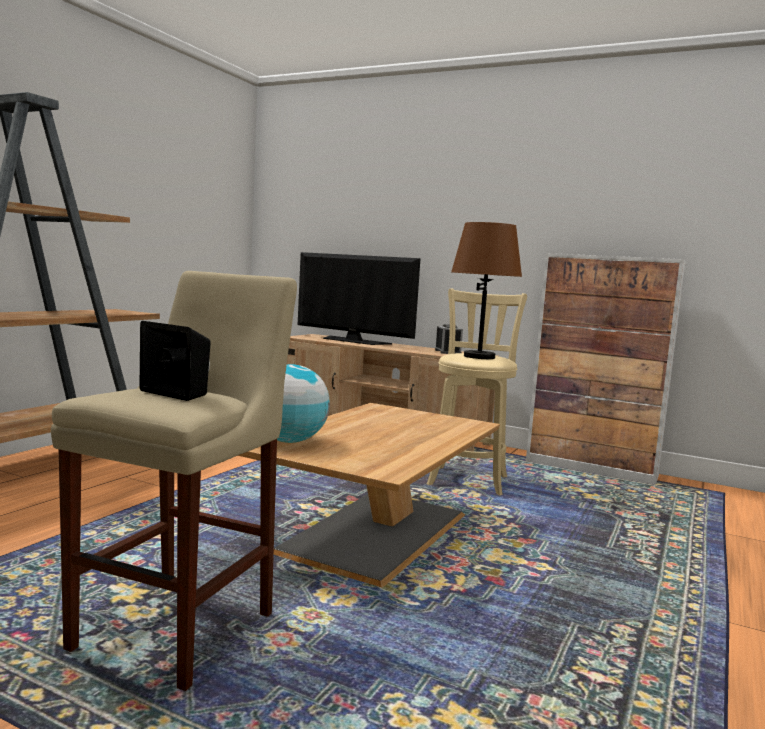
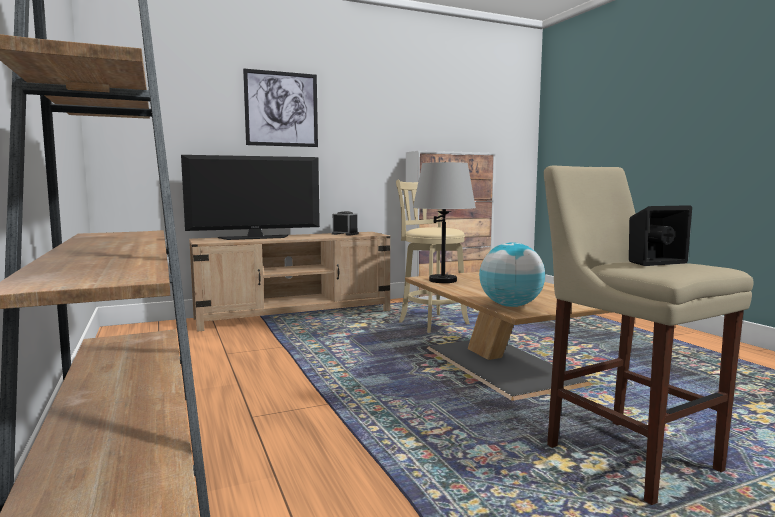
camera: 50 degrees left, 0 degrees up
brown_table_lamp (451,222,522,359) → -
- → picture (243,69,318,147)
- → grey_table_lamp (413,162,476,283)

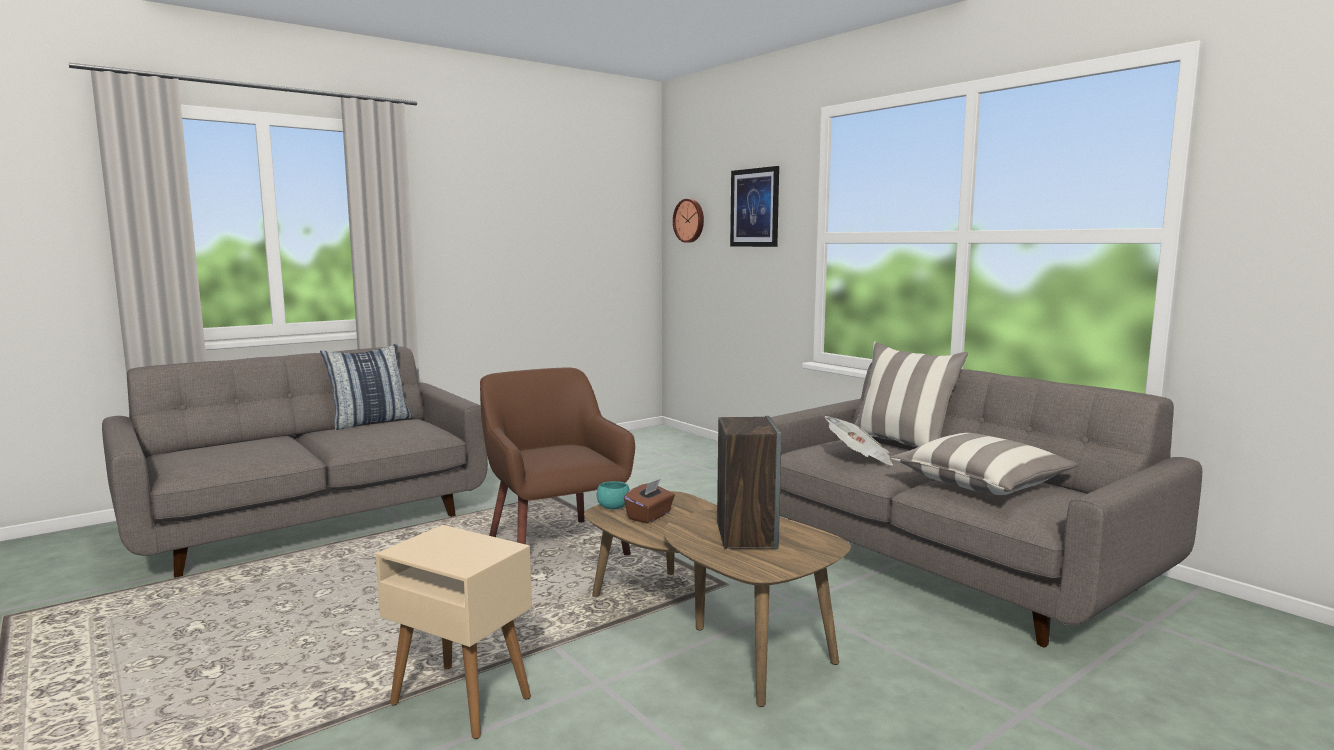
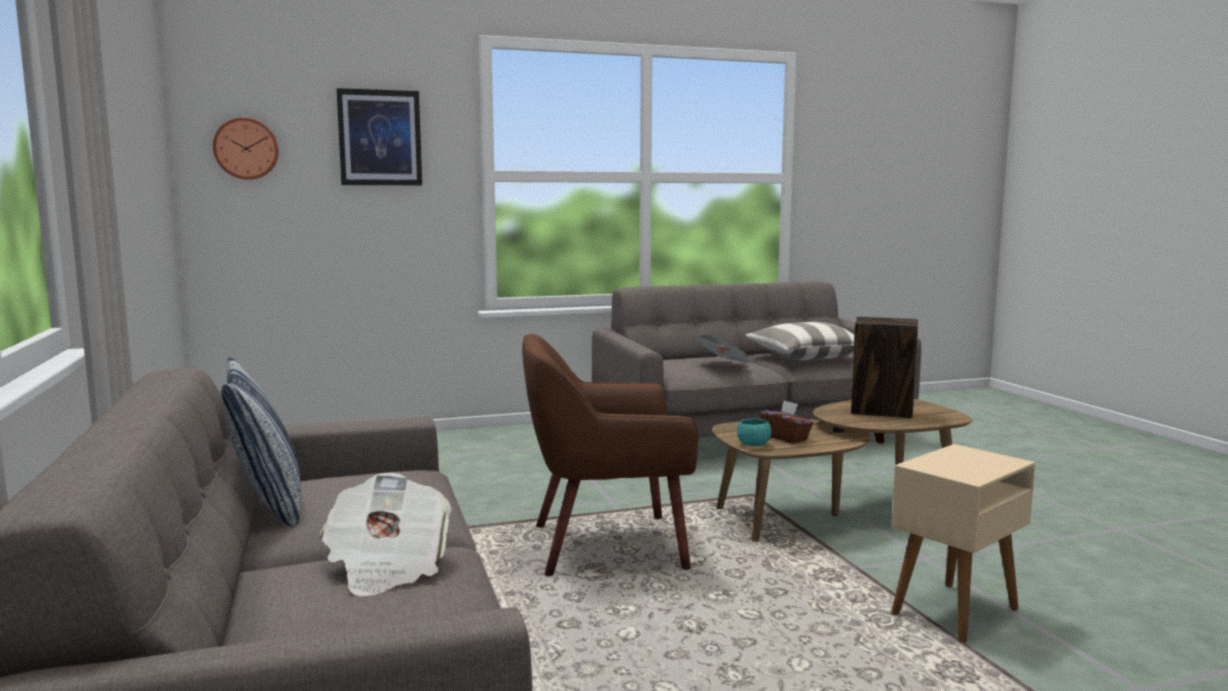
camera: 70 degrees left, 0 degrees up
pillow (855,342,968,447) → -
- → newspaper (320,473,452,597)

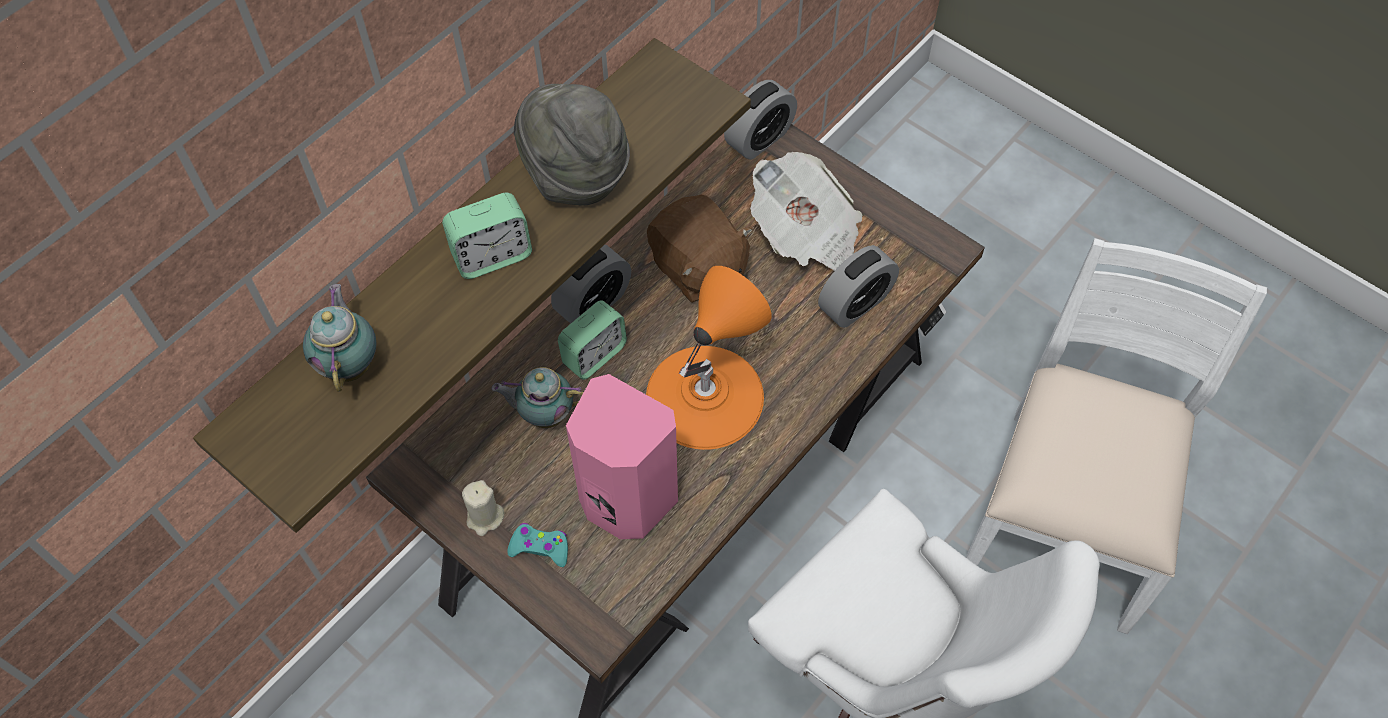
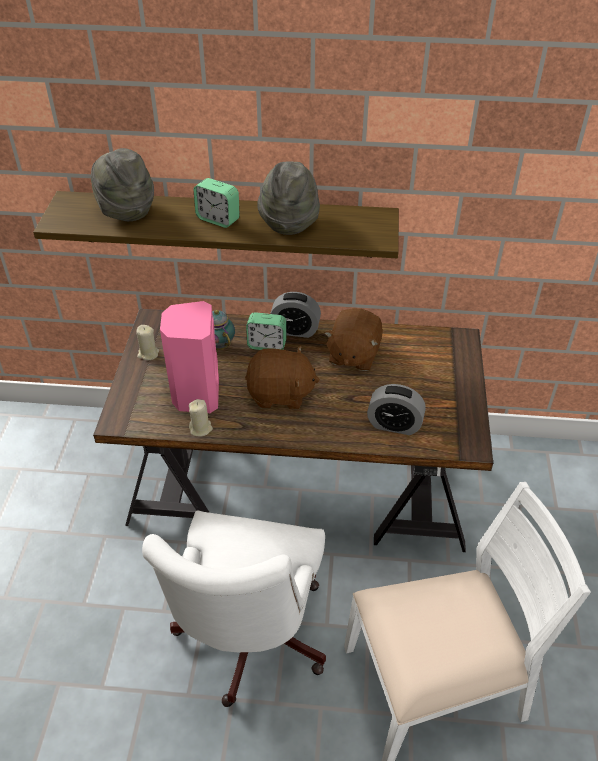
camera: 55 degrees right, 15 degrees down
teapot (303,284,377,392) → grey_hat (91,148,154,221)
turquoise_game_controller (507,523,568,567) → -
orange_table_lamp (646,266,772,450) → brown_plush_toy (245,346,320,409)
alarm_clock (724,80,797,160) → -
newspaper (750,152,863,271) → -
- → beige_candle (189,399,213,436)

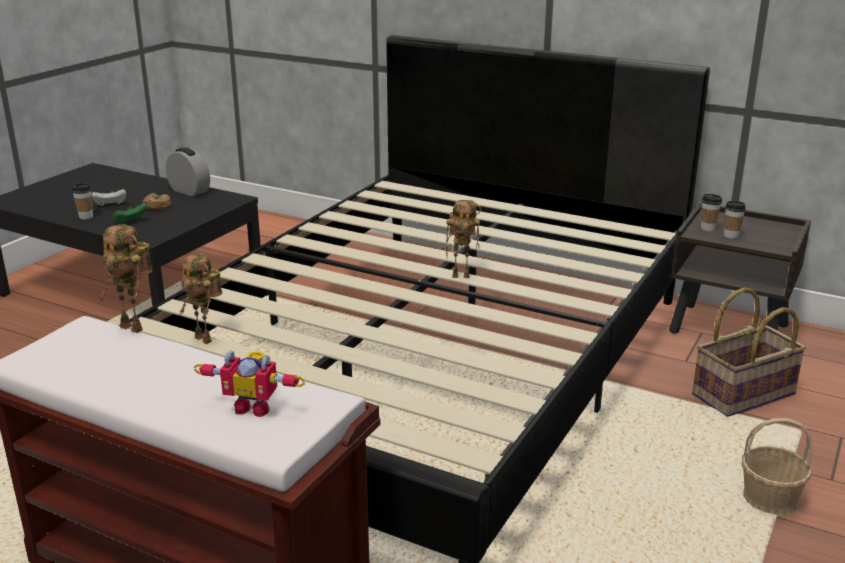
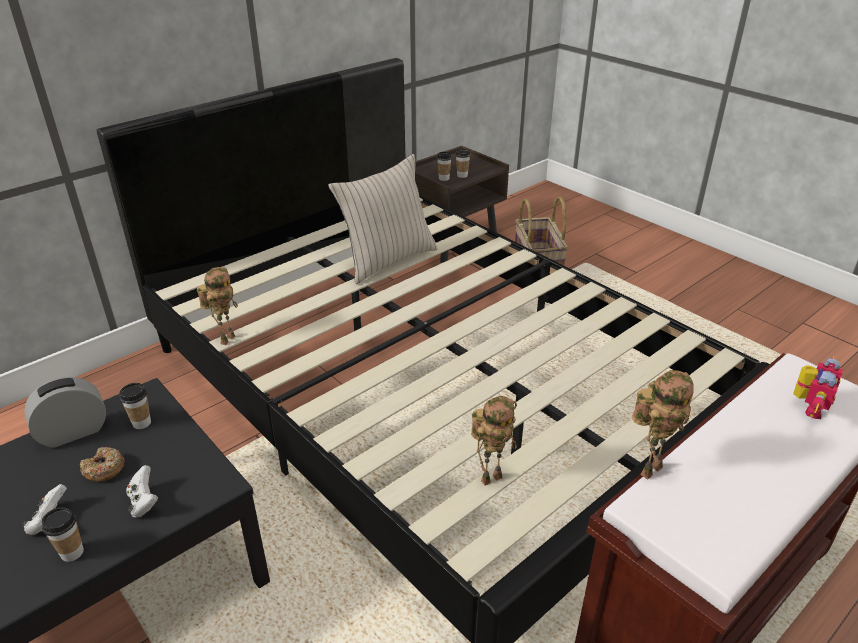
camera: 70 degrees left, 10 degrees up
green_game_controller (113,203,147,224) → white_game_controller (126,465,158,518)
toy_robot (446,200,481,278) → toy_robot (197,267,238,345), relocated
basket (742,418,812,517) → -
- → cup (120,383,151,429)
- → beige_pillow (328,154,438,284)

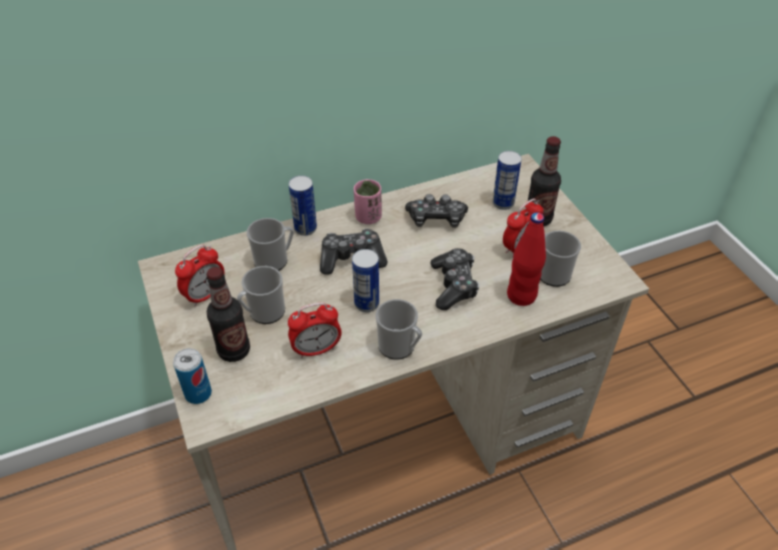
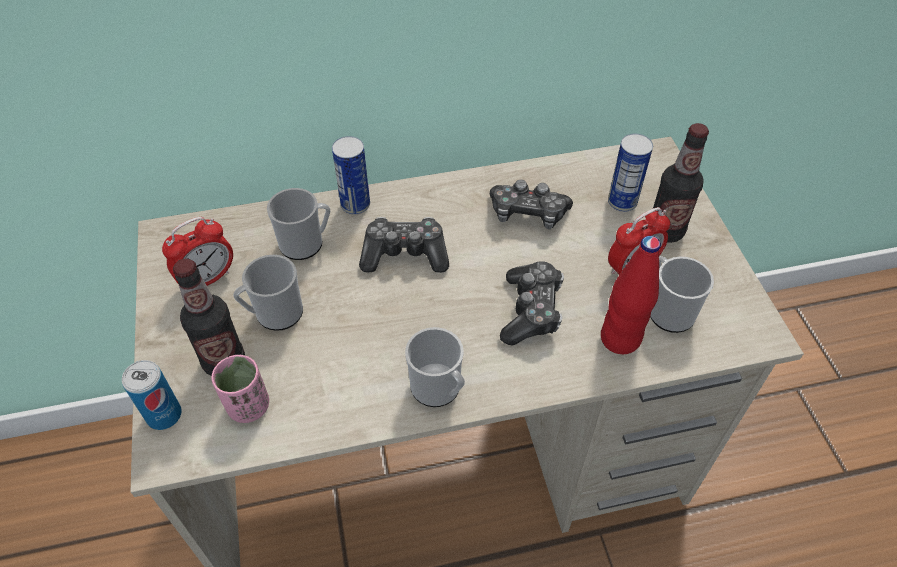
camera: 10 degrees right, 5 degrees up
alarm_clock (288,302,342,358) → -
can (352,249,379,312) → -
pink_cup (354,179,382,224) → pink_cup (211,355,269,423), relocated

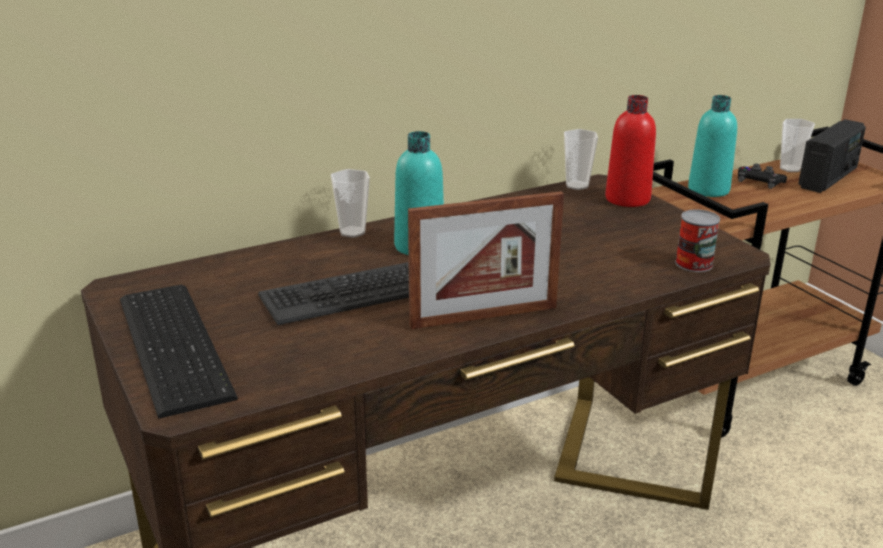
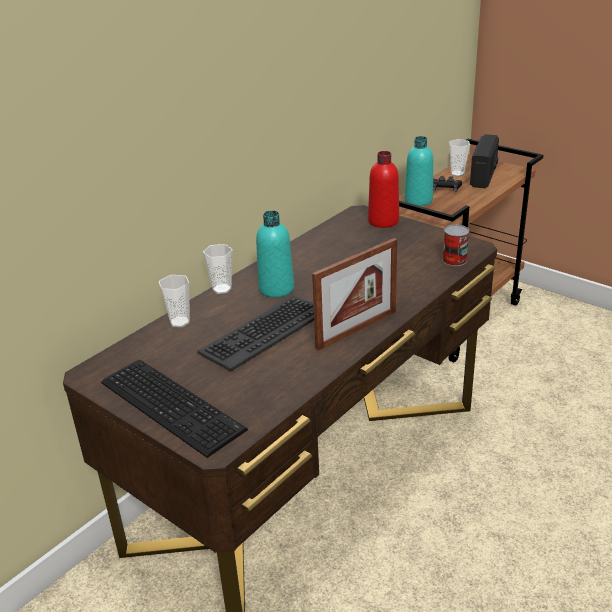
camera: 20 degrees left, 5 degrees up
cup (564,129,598,190) → cup (159,275,190,327), relocated

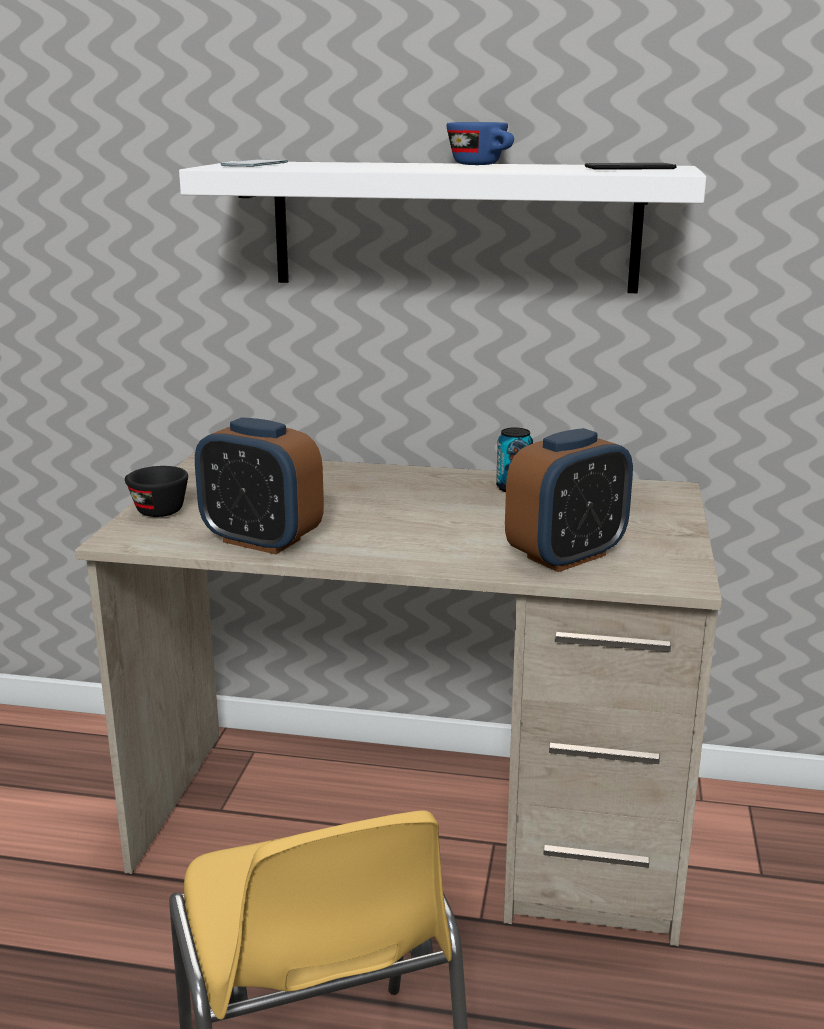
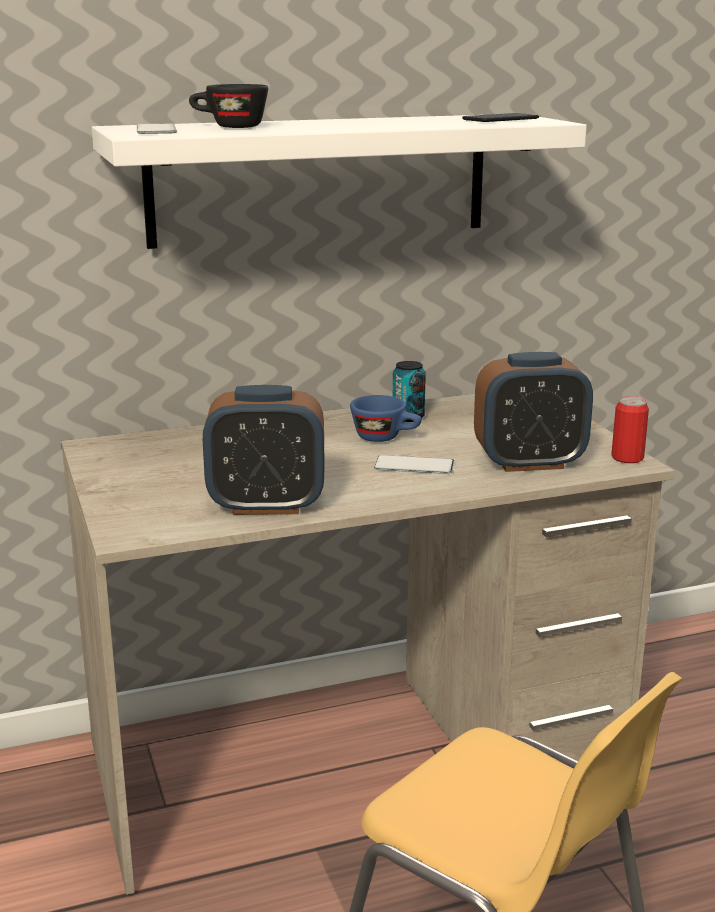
camera: 30 degrees left, 0 degrees up
black_cup (125,466,188,517) → black_cup (189,84,268,128), relocated
blue_cup (446,122,514,165) → blue_cup (350,395,422,442), relocated
alarm_clock (505,428,633,572) → alarm_clock (474,352,593,472), 60 degrees clockwise
- → phone (374,455,454,474)
- → can (611,396,649,463)

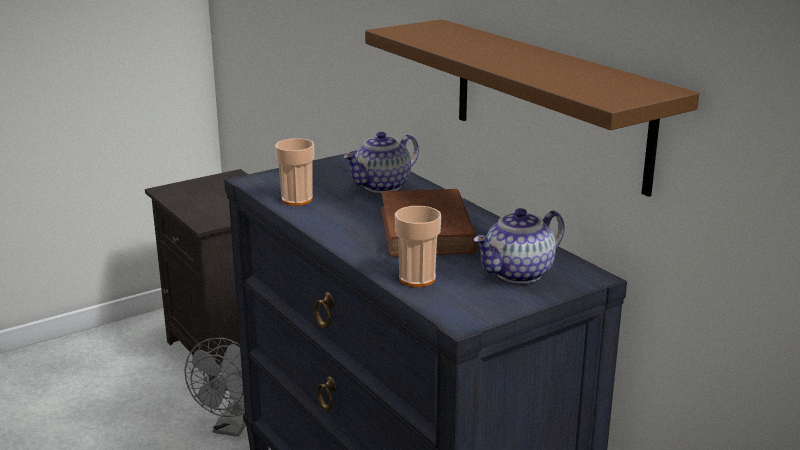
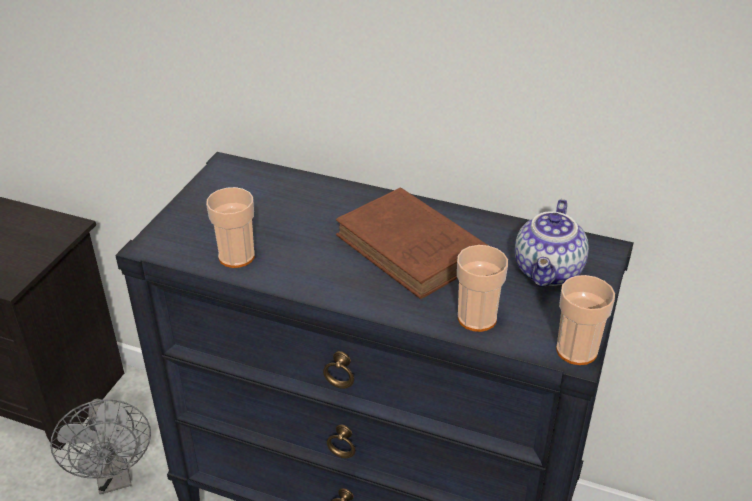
camera: 35 degrees left, 15 degrees up
teapot (343,132,419,193) → -
brown_shelf (365,19,699,197) → -
- → cup (556,275,615,365)

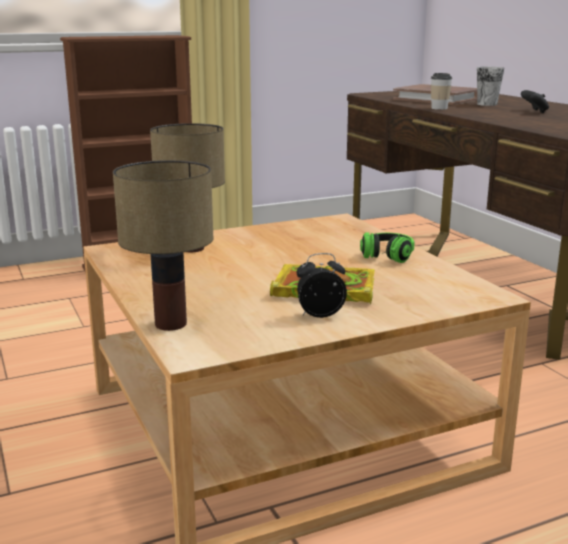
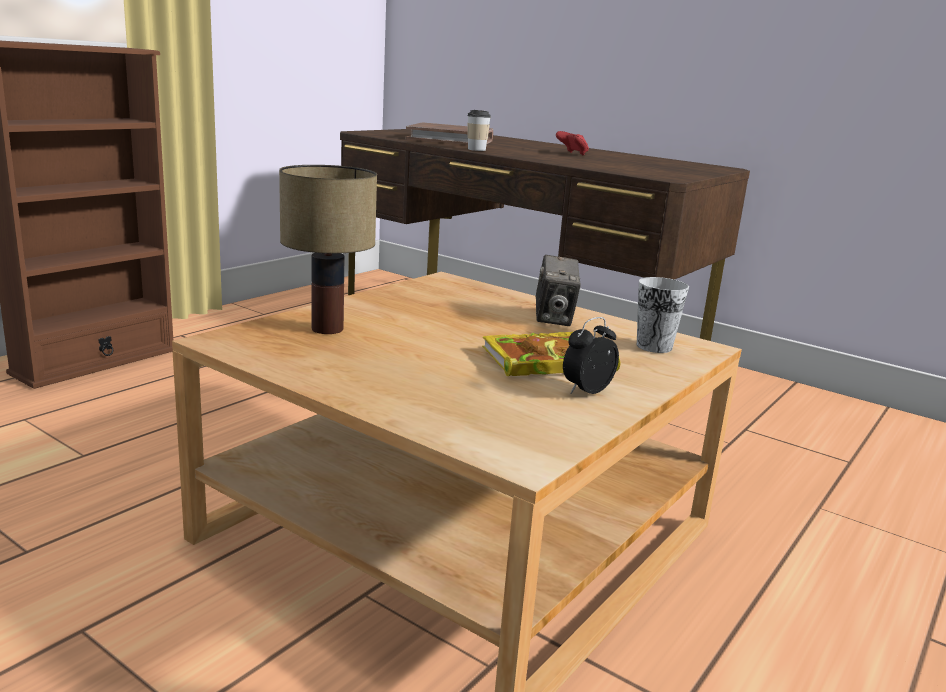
camera: 30 degrees left, 0 degrees up
table_lamp (113,160,214,331) → -
headphones (360,232,415,263) → photo_camera (536,255,581,326)
cup (477,67,504,106) → cup (637,277,689,353), relocated
black_game_controller (521,90,549,113) → red_game_controller (556,131,589,156)

